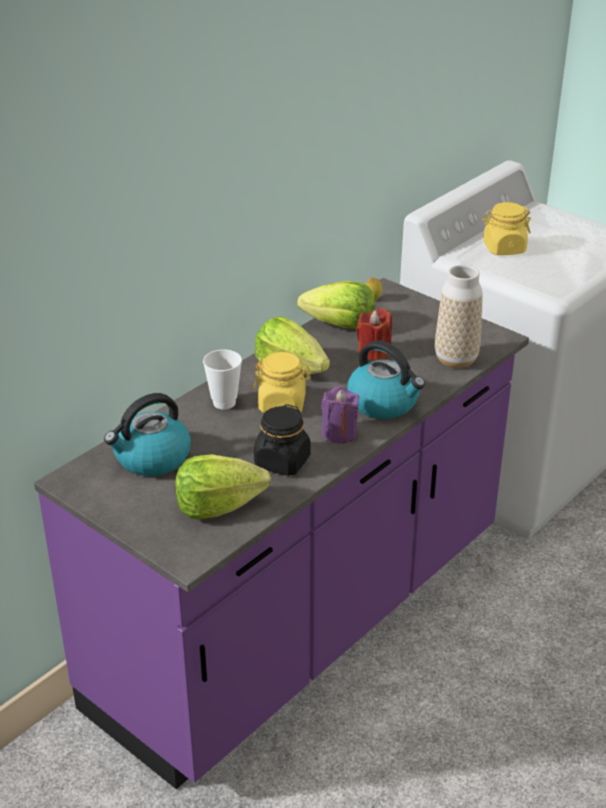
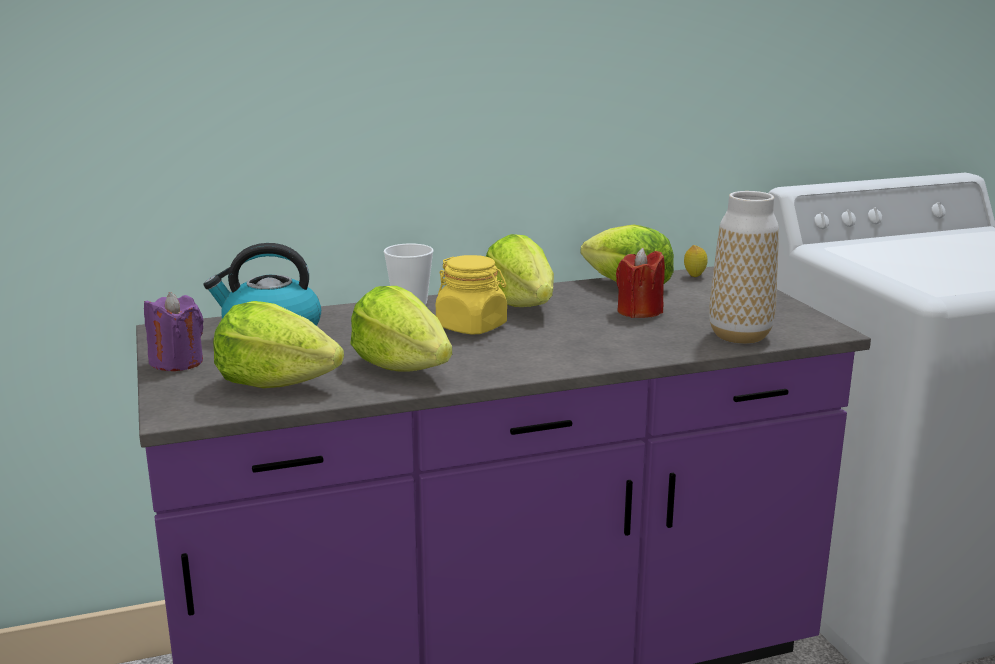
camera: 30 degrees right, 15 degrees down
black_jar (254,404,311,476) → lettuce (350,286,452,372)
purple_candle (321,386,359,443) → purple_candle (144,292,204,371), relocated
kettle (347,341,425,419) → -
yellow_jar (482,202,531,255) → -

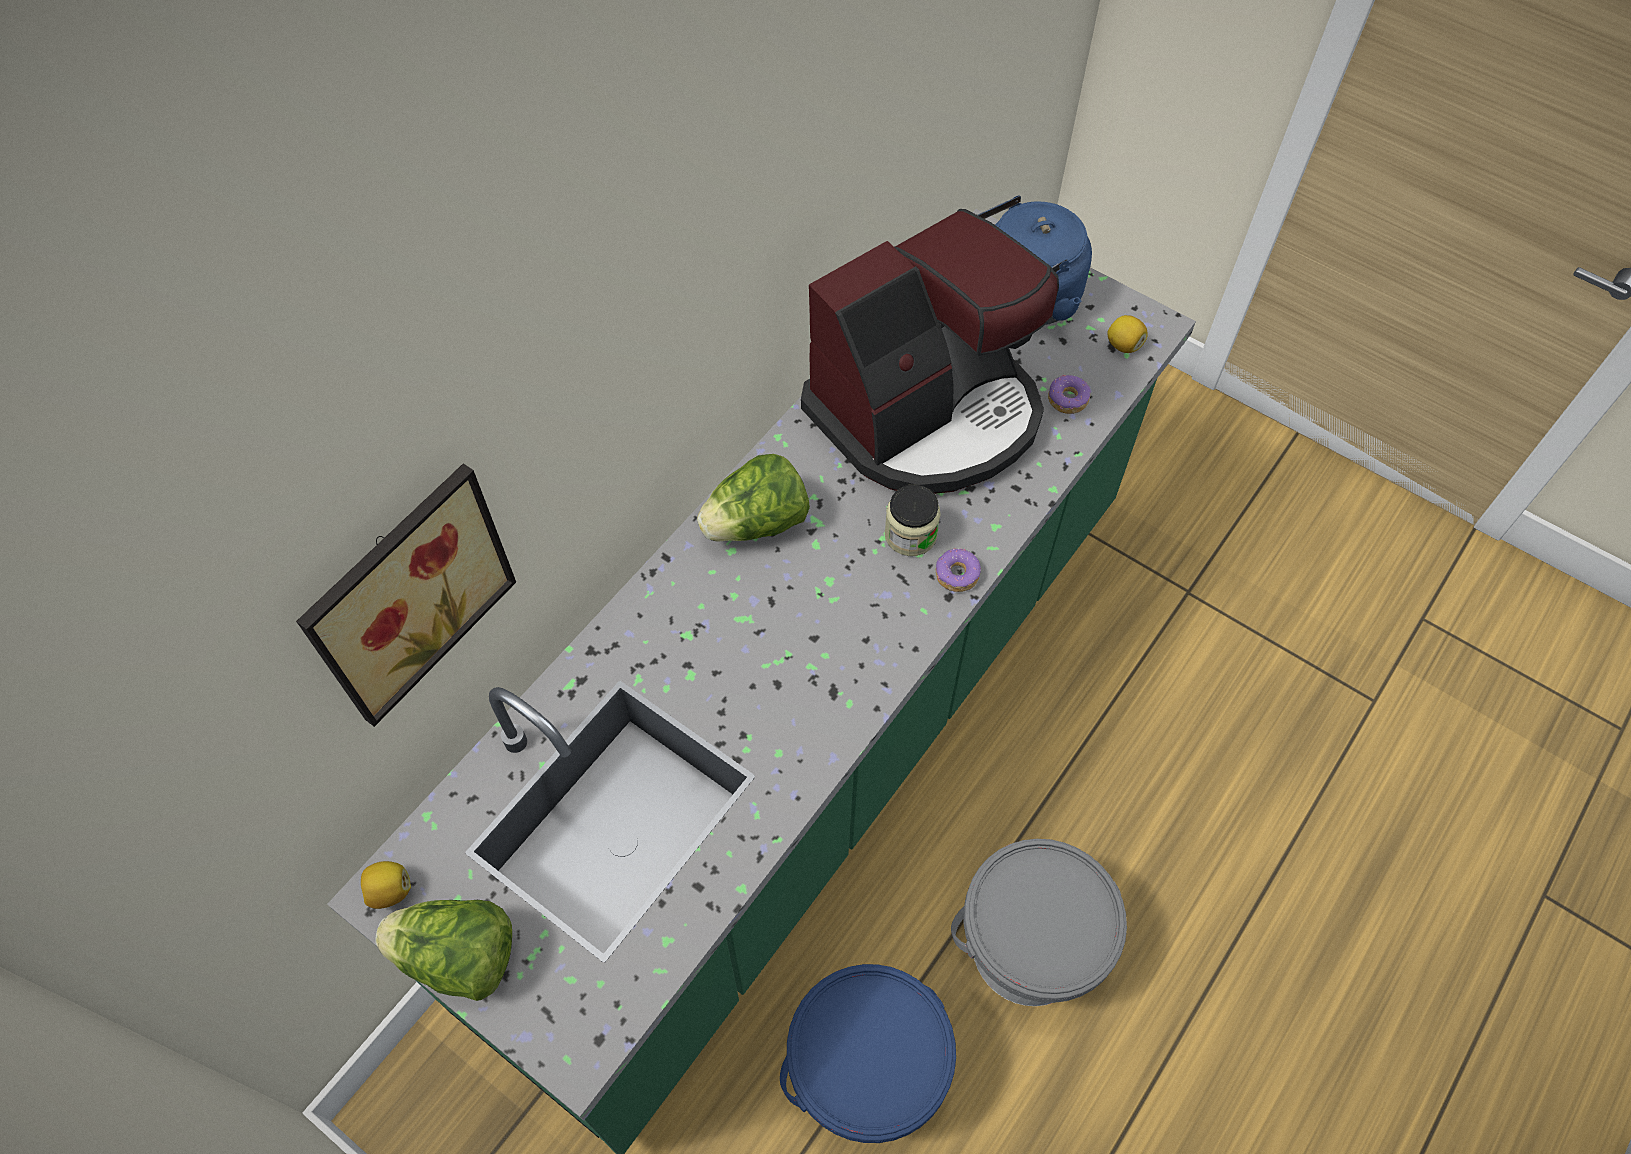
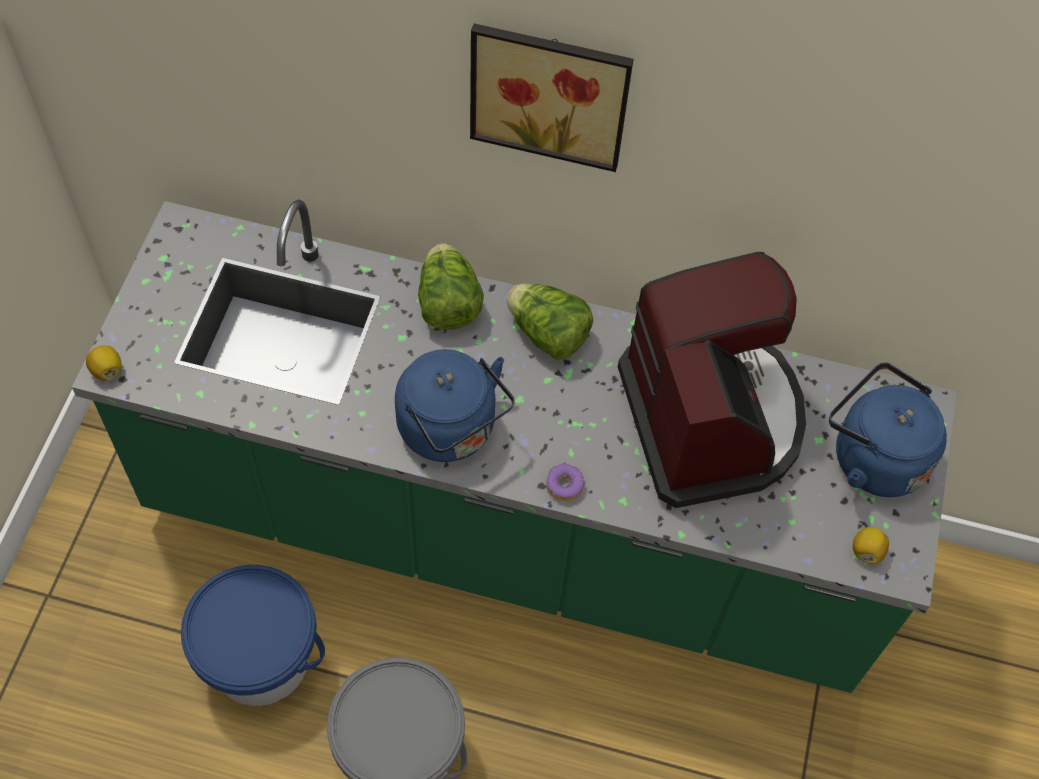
camera: 65 degrees right, 0 degrees up
picture (296,464,516,727) → picture (470,24,633,172), relocated
lemon (361,861,411,909) → lemon (86,345,121,381), relocated
lettuce (375,900,512,1001) → lettuce (418,243,484,330), relocated
coffee_machine (801,209,1059,494) → coffee_machine (618,252,806,508), 135 degrees counterclockwise
jar (885,484,941,556) → -
donut (1048,375,1091,414) → -
- → blue_kettle (395,349,515,462)

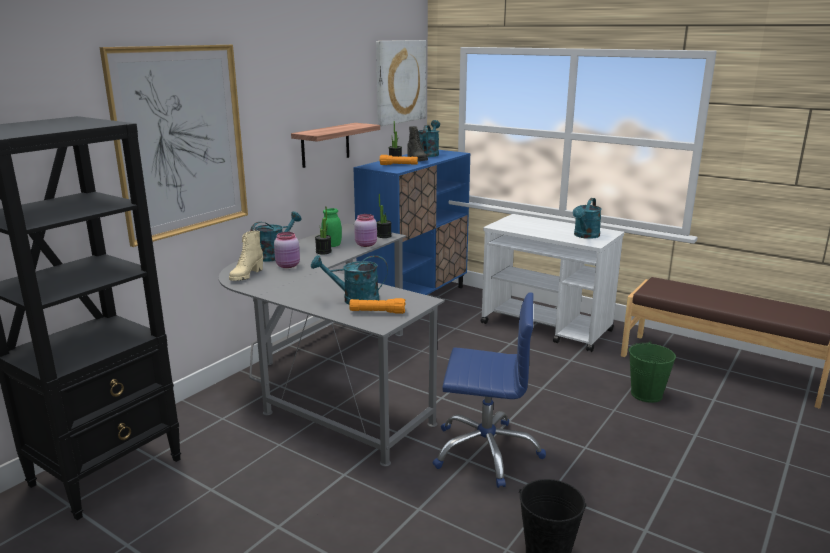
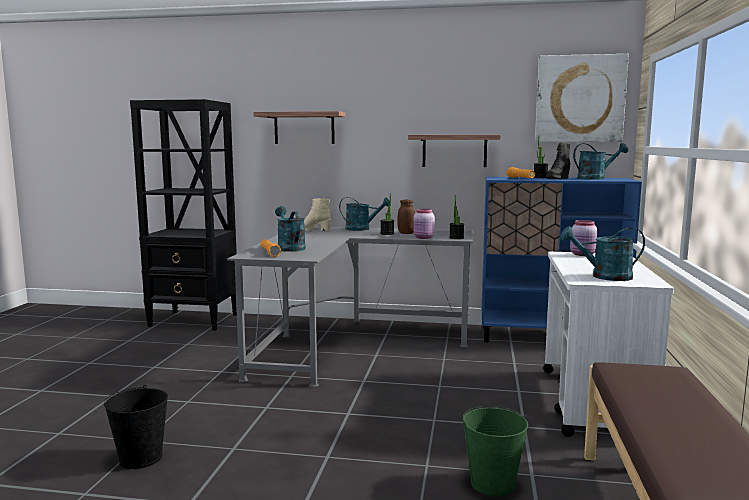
camera: 65 degrees right, 10 degrees down
picture (99,45,248,247) → shelf (253,111,345,144)
pink_jar (274,232,300,268) → pink_jar (570,220,598,256), relocated
green_jar (321,208,342,247) → brown_jar (398,199,415,234)
blue_office_chair (433,292,546,488) → -

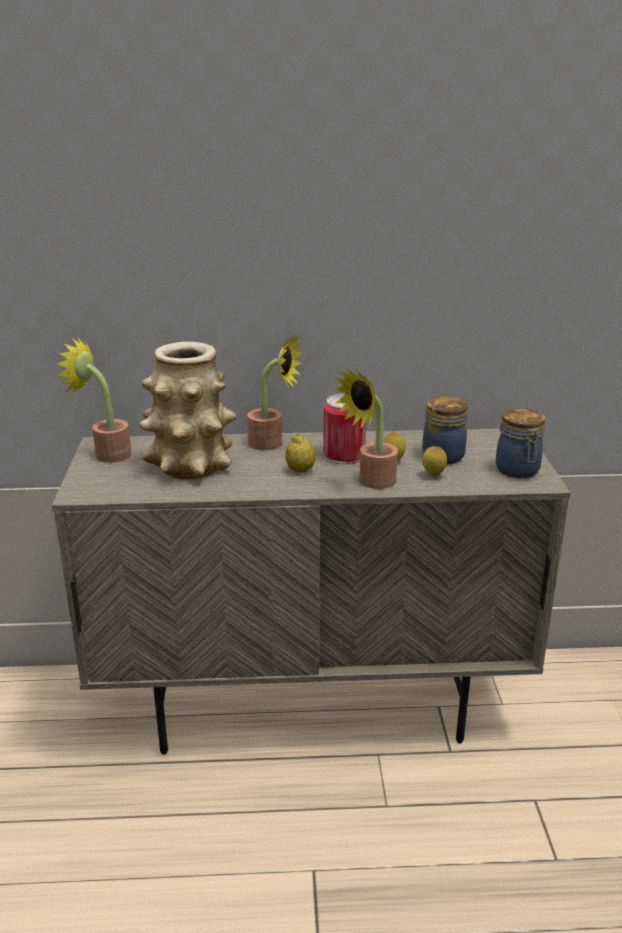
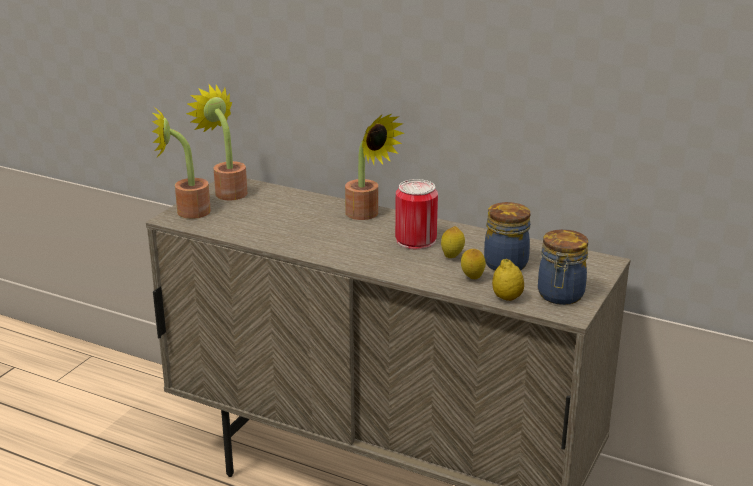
camera: 30 degrees right, 0 degrees up
vase (140,342,237,479) → -
lemon (285,434,316,472) → lemon (492,259,524,301), relocated
potted_plant (333,369,398,489) → potted_plant (152,107,211,219), relocated

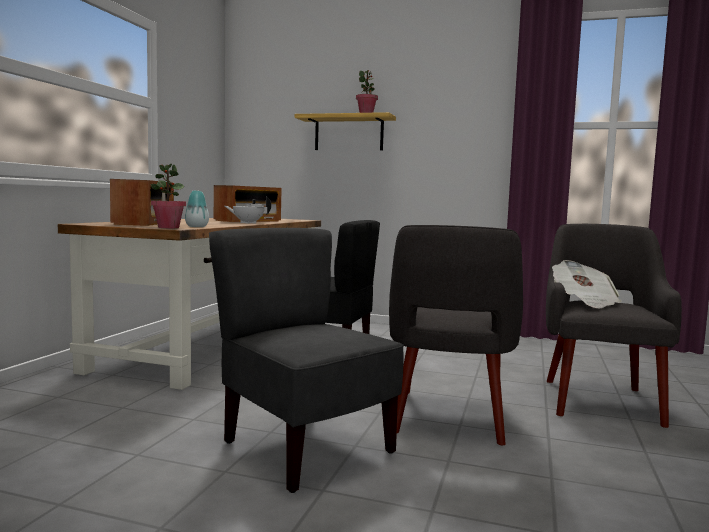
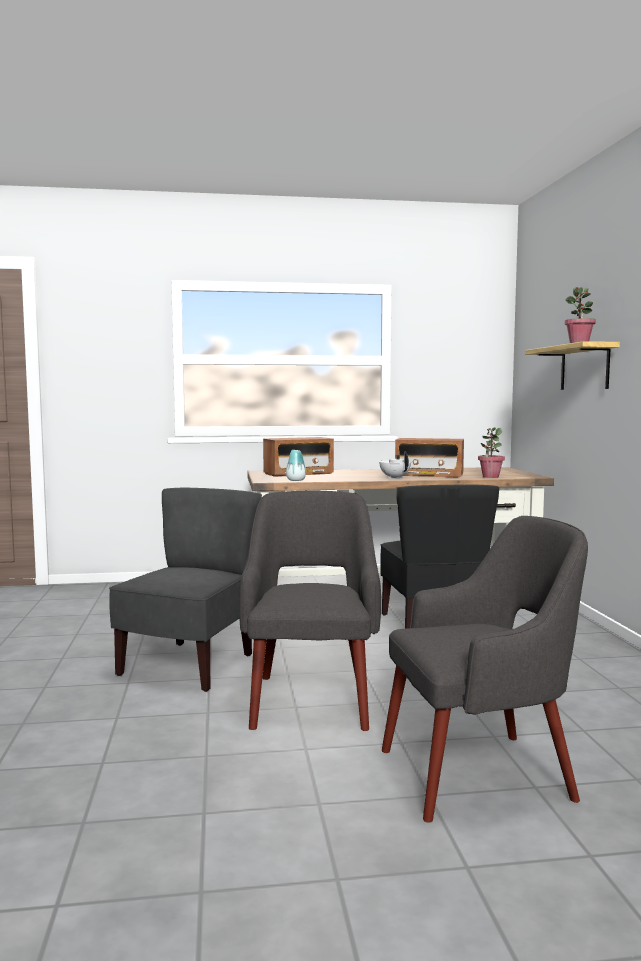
camera: 65 degrees right, 0 degrees up
potted_plant (151,164,186,228) → potted_plant (478,427,505,478), relocated
grey_armchair (389,225,523,445) → grey_armchair (239,491,381,731), 105 degrees clockwise
newspaper (552,260,622,308) → -

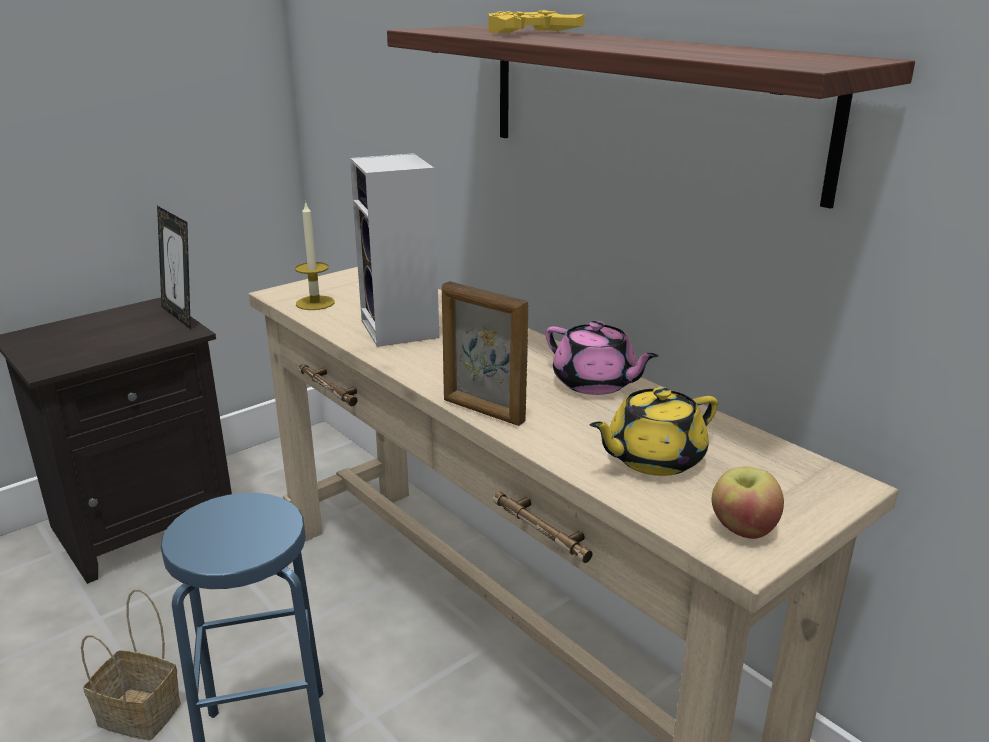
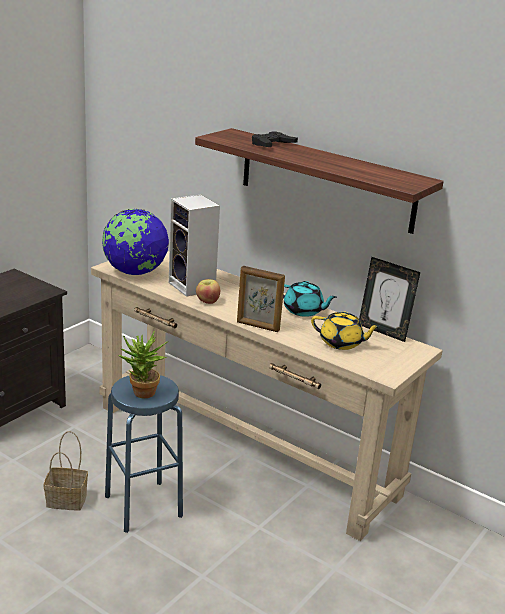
camera: 15 degrees left, 0 degrees up
picture_frame (157,206,191,329) → picture_frame (359,257,420,342), relocated
candle (295,201,335,310) → globe (102,209,169,275)
yellow_game_controller (488,10,585,33) → black_game_controller (252,131,298,147)
pink_teapot (545,321,659,395) → turquoise_teapot (283,281,337,317)
yellow_teapot (590,387,718,476) → yellow_teapot (311,311,381,350), 120 degrees counterclockwise
apple (712,466,784,539) → apple (196,279,220,304), relocated
- → potted_plant (119,331,168,398)

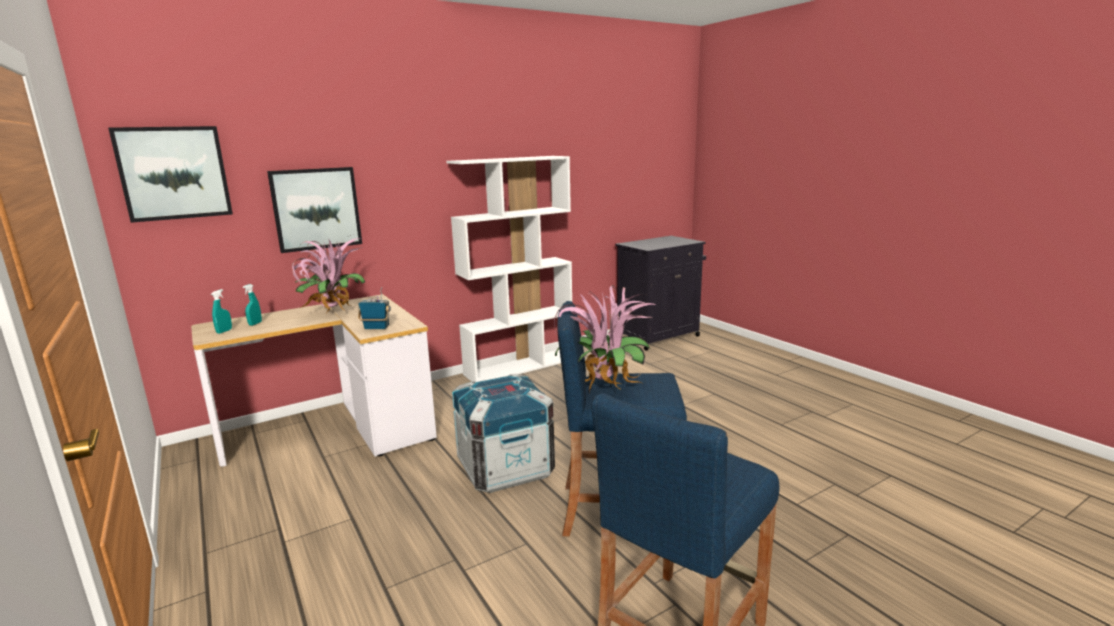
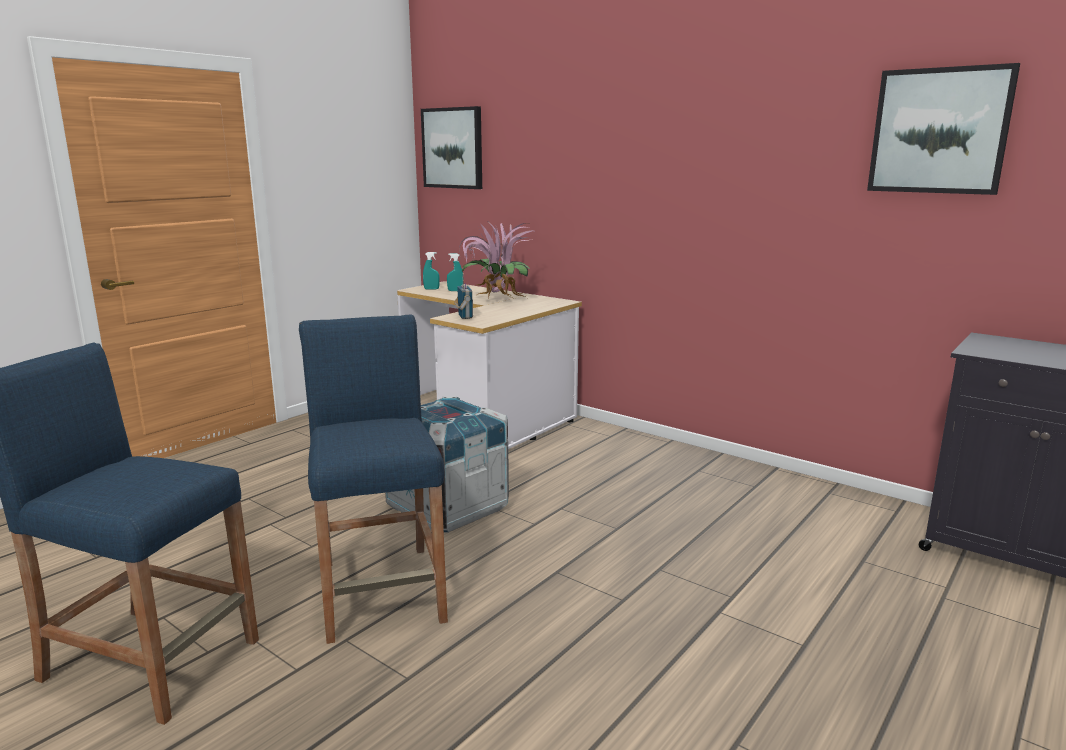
camera: 70 degrees right, 0 degrees up
picture (267,167,362,253) → picture (867,63,1020,195), relocated
white_bookcase (447,156,572,382) → -
potted_plant (554,285,655,393) → -

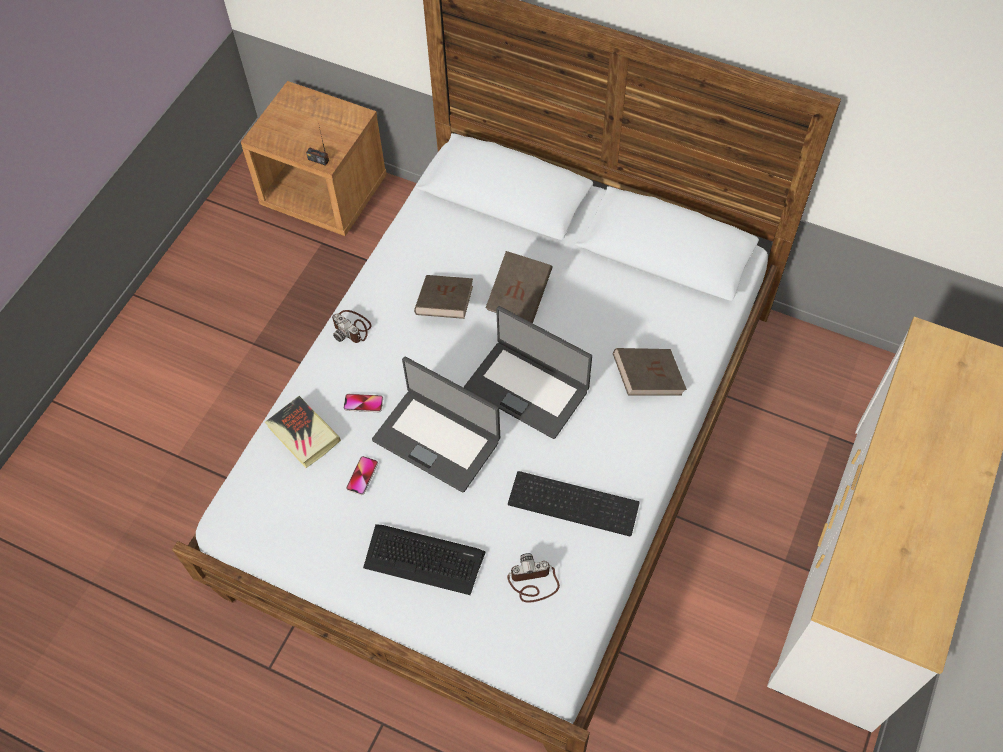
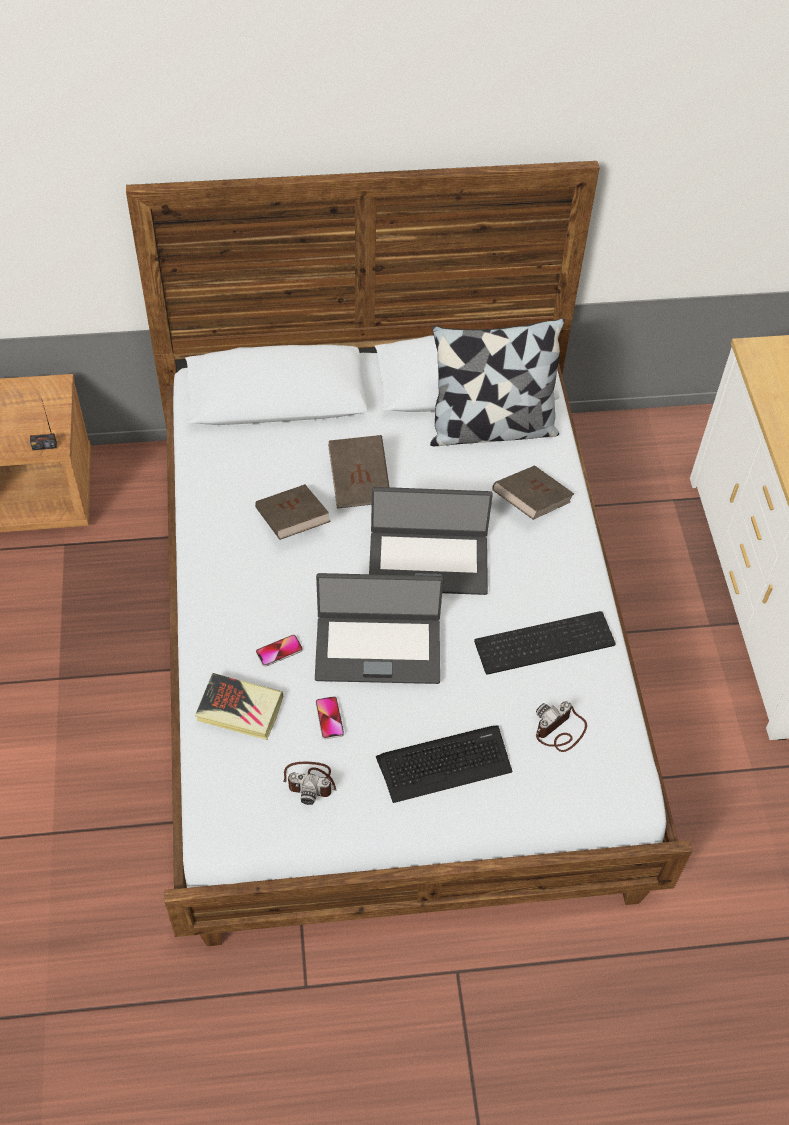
camera: 35 degrees left, 5 degrees down
photo_camera (332,310,372,343) → photo_camera (283,762,336,805), relocated
- → pillow (430,318,565,446)

